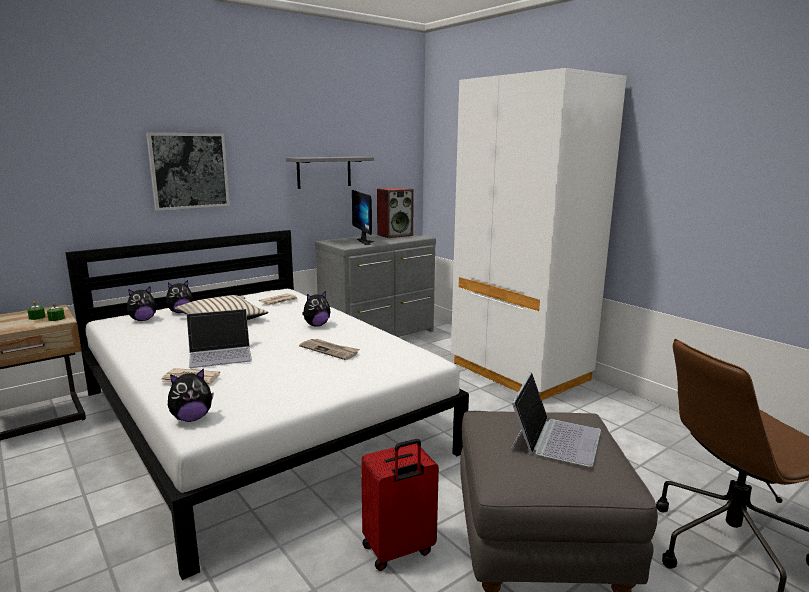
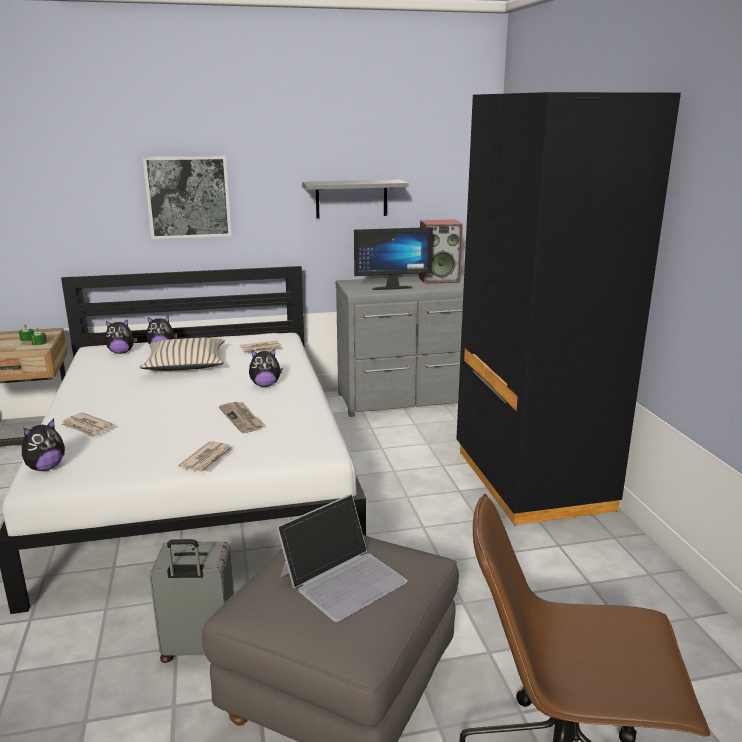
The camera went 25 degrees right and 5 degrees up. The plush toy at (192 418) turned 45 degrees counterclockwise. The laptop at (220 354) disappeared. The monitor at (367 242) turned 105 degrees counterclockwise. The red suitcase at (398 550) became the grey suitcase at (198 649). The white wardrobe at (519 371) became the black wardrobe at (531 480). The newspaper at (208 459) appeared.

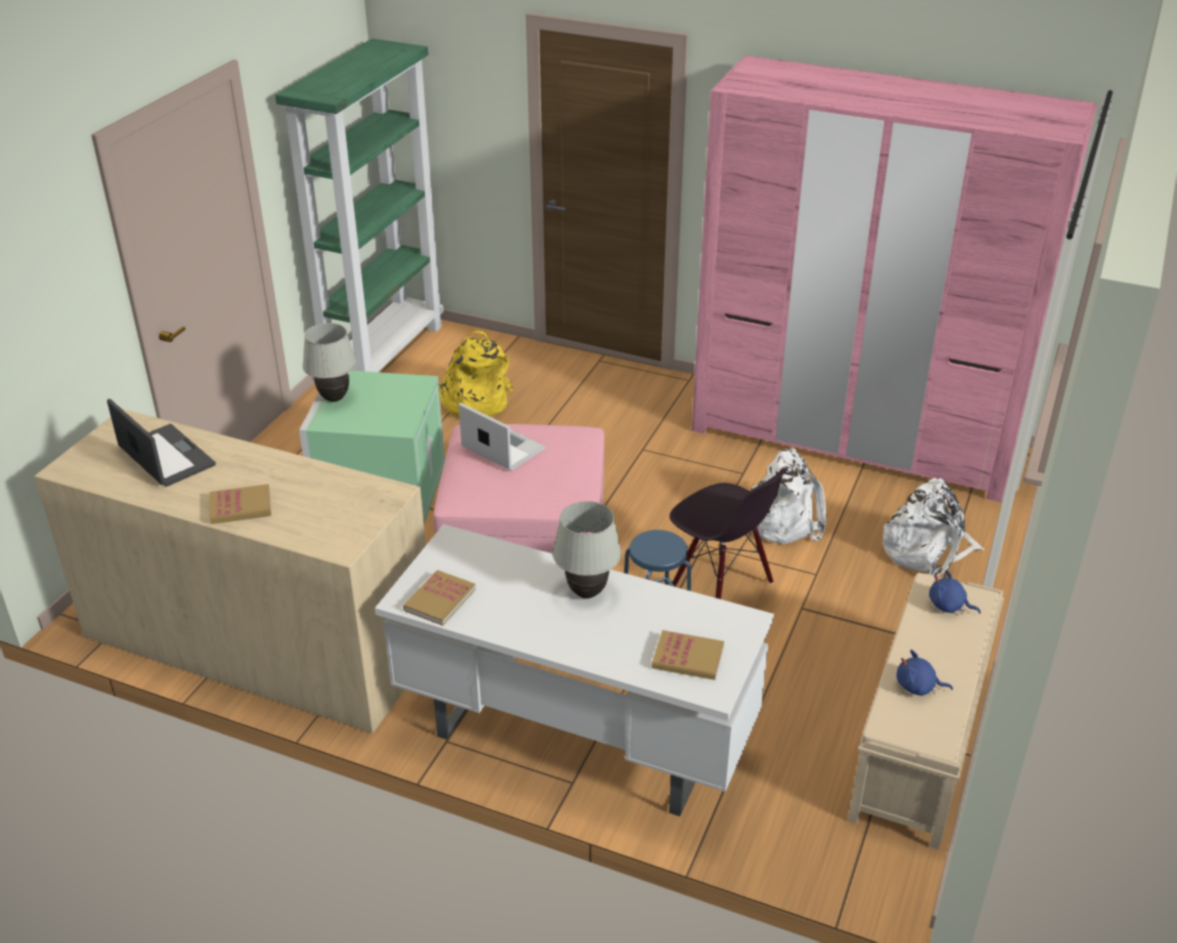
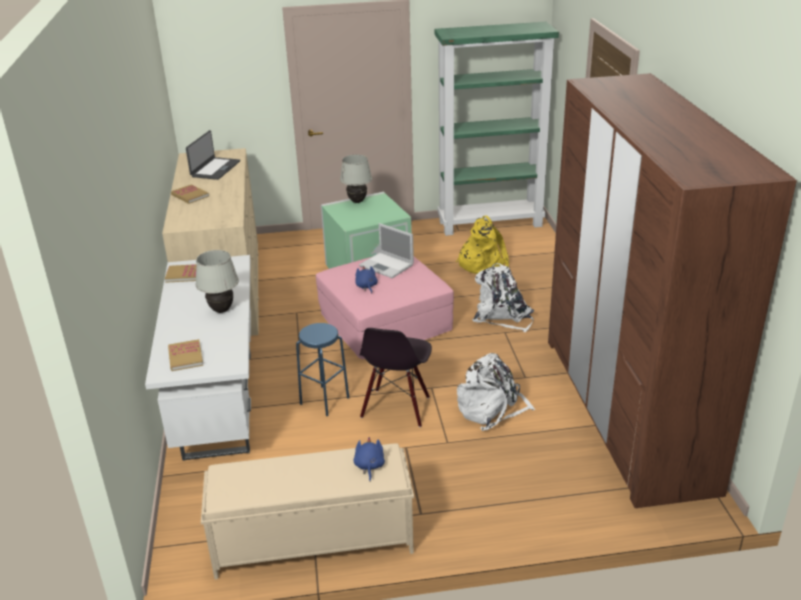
The camera went 60 degrees right and 5 degrees down. The laptop at (501 448) turned 120 degrees clockwise. The pink wardrobe at (853 439) became the brown wardrobe at (625 410). The white backpack moved from (927 551) to (502 316). The blue plush toy moved from (918 687) to (366 287).

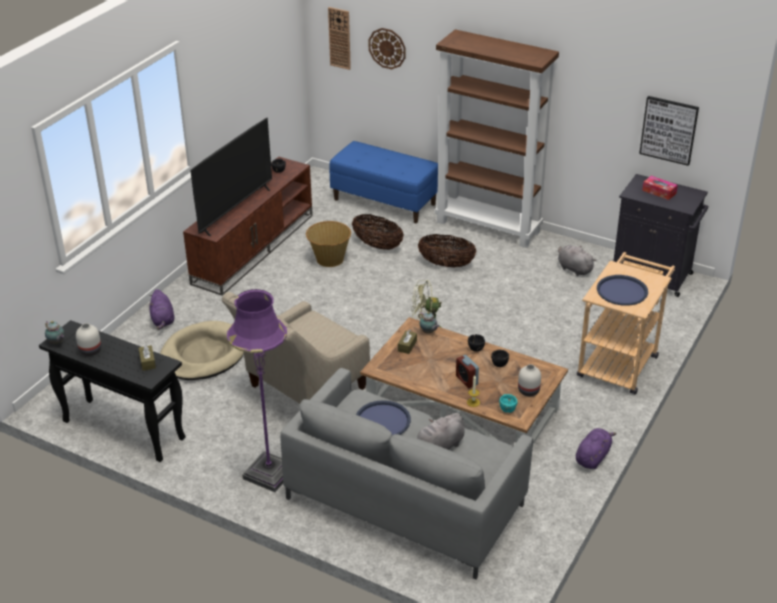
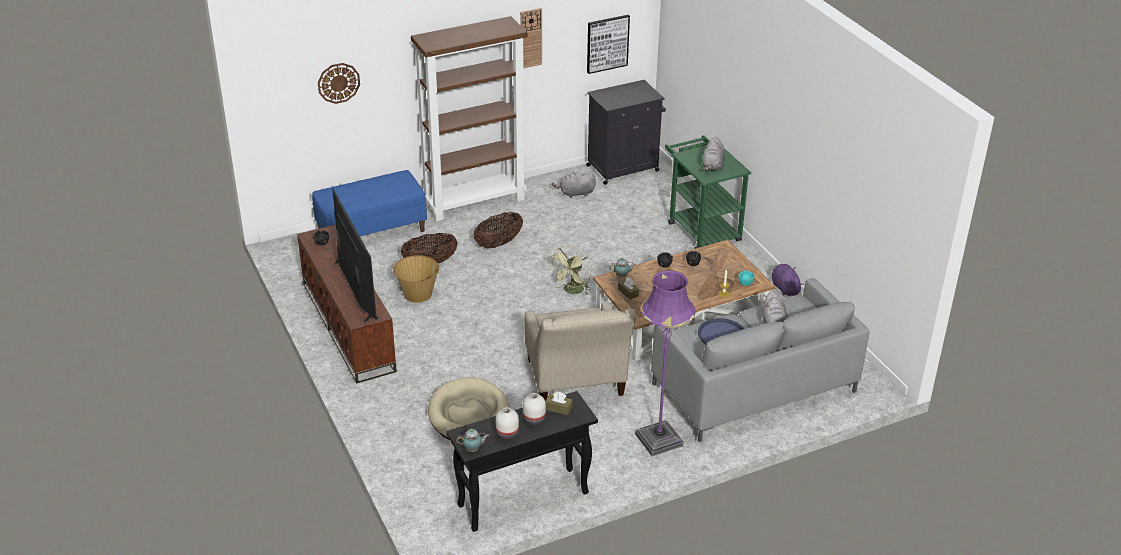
The camera went 55 degrees left and 0 degrees up. The purple plush toy at (162 320) disappeared. The wall clock moved from (339 38) to (531 38). The alarm clock at (466 380) disappeared. The white vase moved from (528 391) to (533 420). The beige cart at (620 361) became the green cart at (700 228). The blue tray at (622 291) was replaced by the grey plush toy at (712 166). The tissue box at (659 192) disappeared.

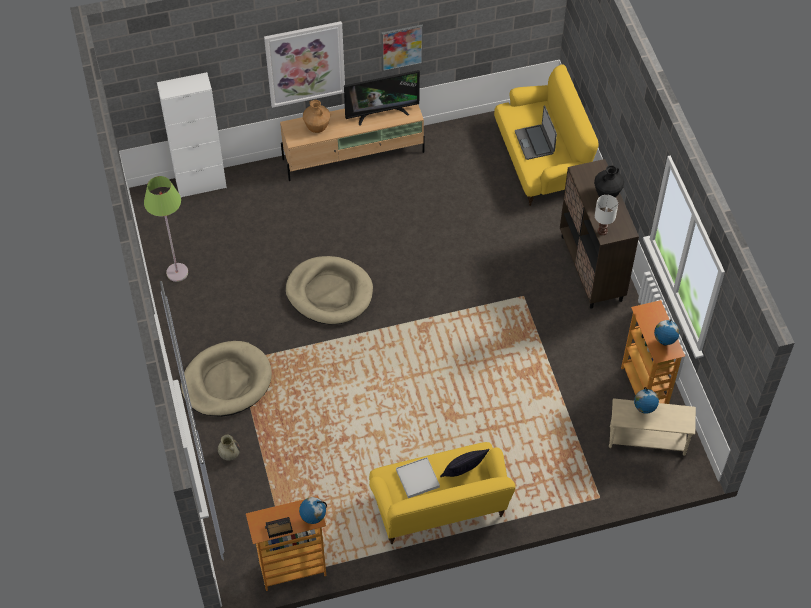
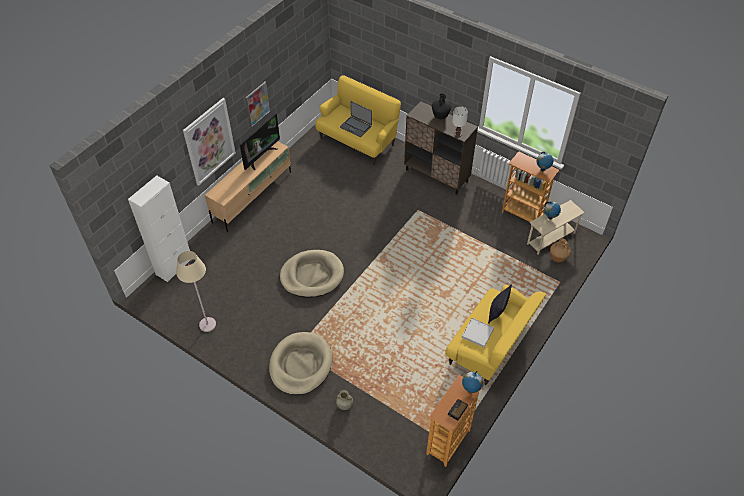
The camera went 40 degrees left and 5 degrees down. The green floor lamp at (177 272) became the beige floor lamp at (207 324). The brown vase moved from (317 128) to (557 258).

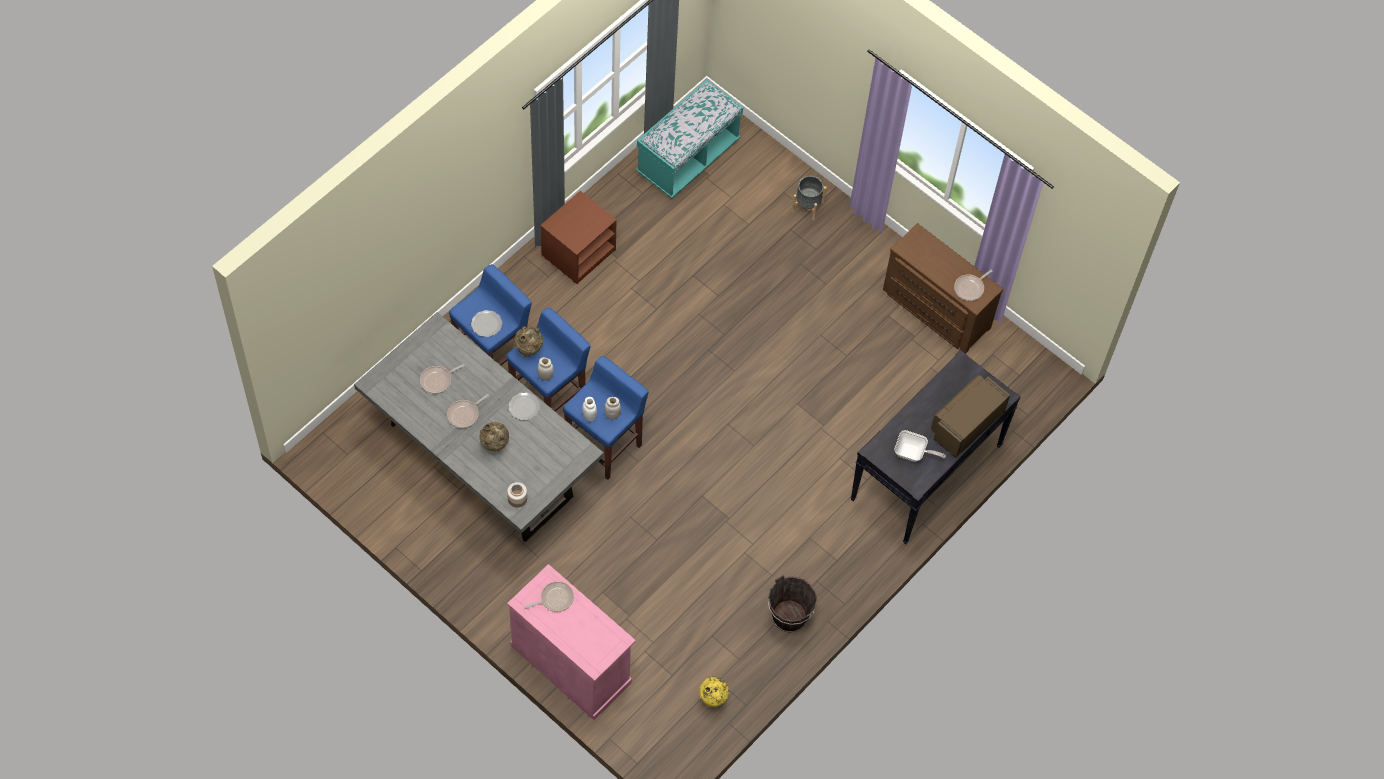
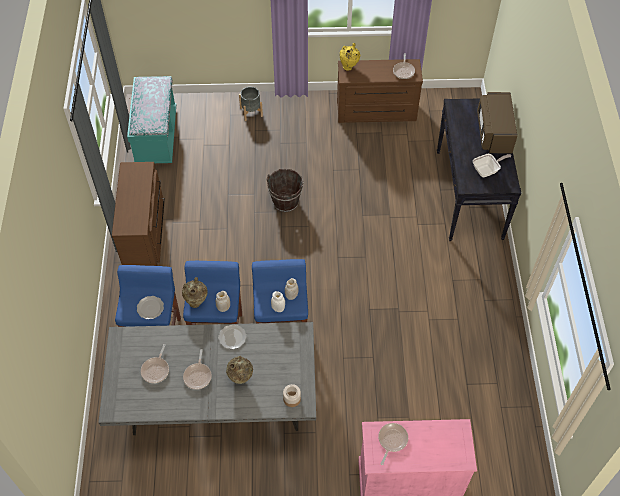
The camera went 40 degrees left and 5 degrees down. The brown nightstand at (578 252) was replaced by the brown dresser at (145 234). The yellow vase moved from (712 700) to (349 67). The brown bucket moved from (789 616) to (286 202).

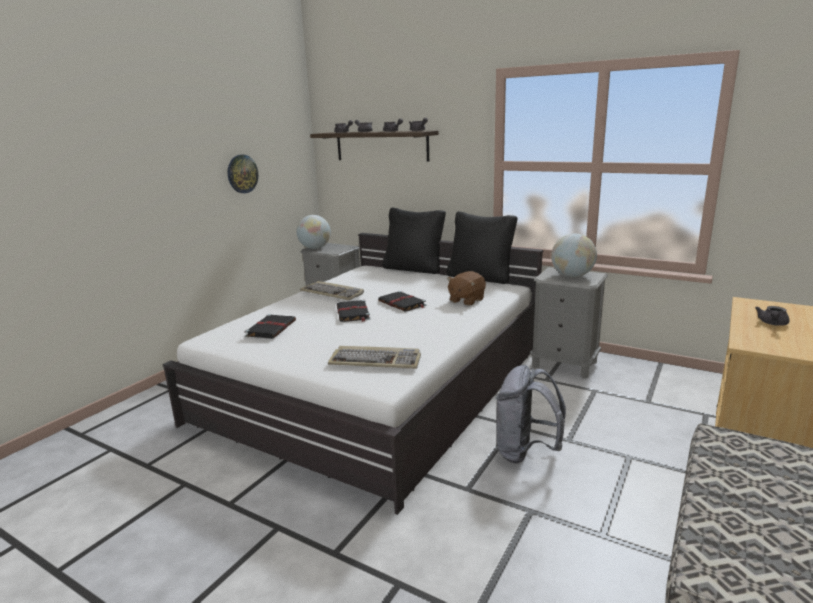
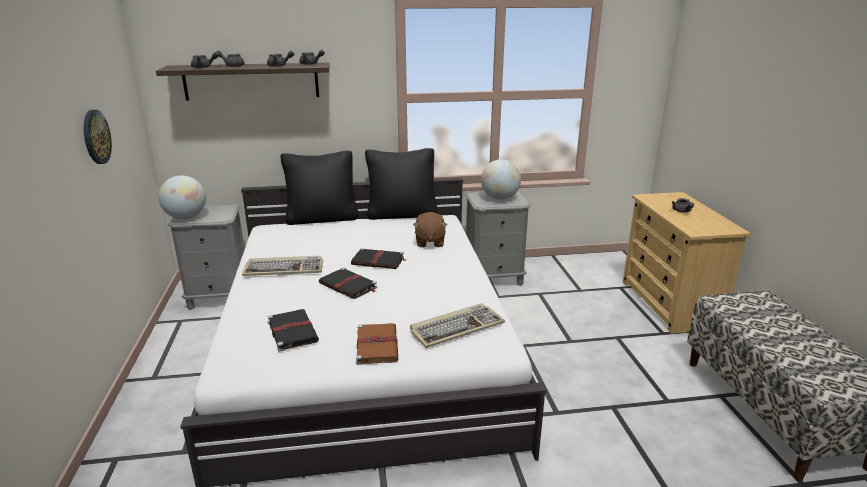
The camera went 40 degrees left and 5 degrees up. The grey backpack at (525 452) disappeared. The brown book at (376 345) appeared.

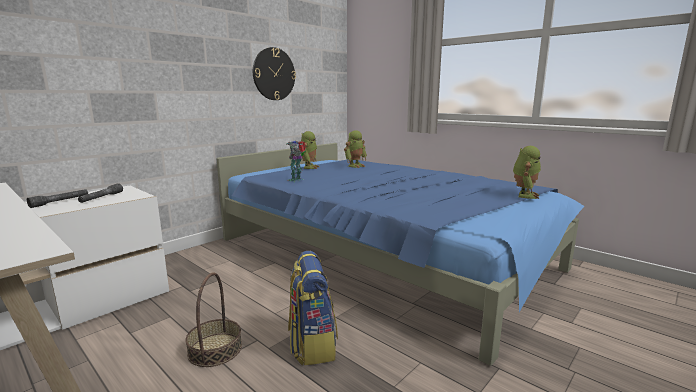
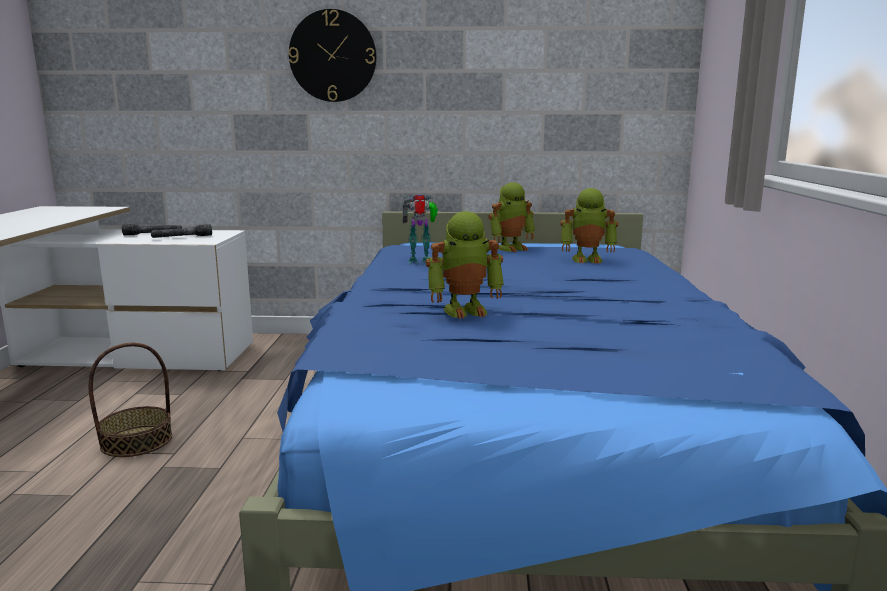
The camera went 50 degrees right and 0 degrees up. The wall clock moved from (274 74) to (333 56). The backpack at (312 344) disappeared. The toy robot moved from (524 195) to (465 310).

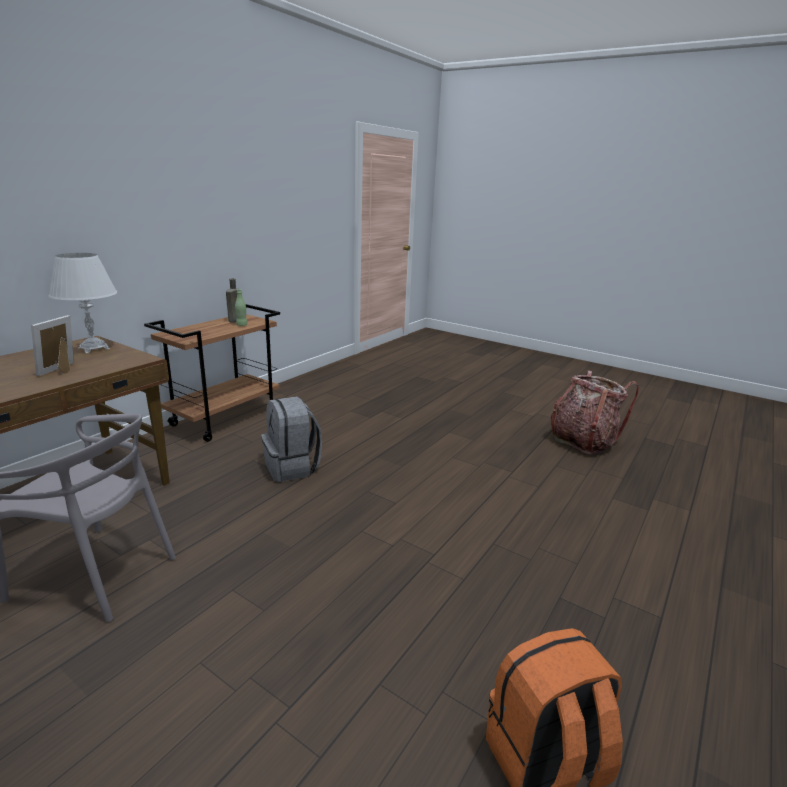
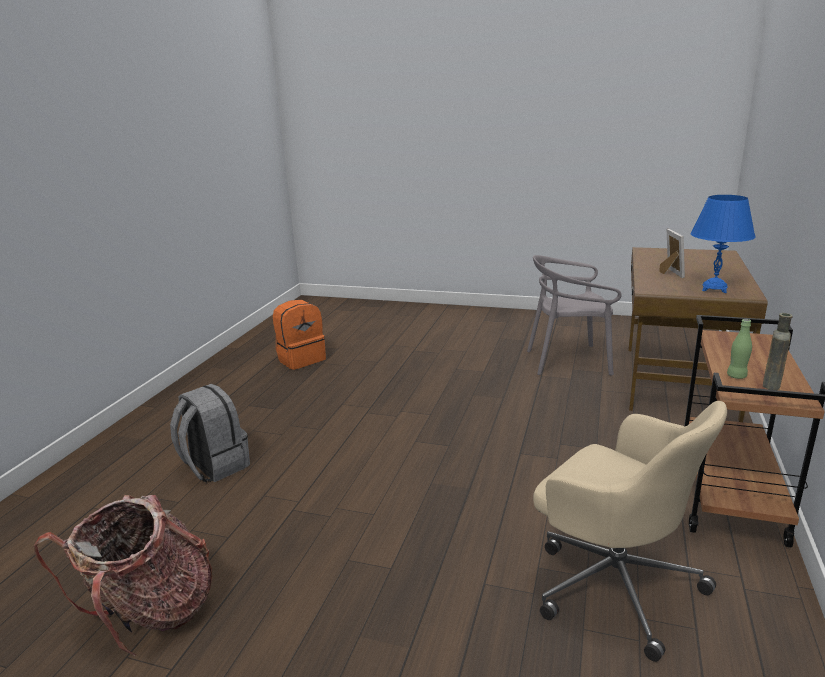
The camera went 165 degrees right and 0 degrees up. The white table lamp at (94 348) became the blue table lamp at (714 289). The grey backpack moved from (292 467) to (214 466). The beige office chair at (613 582) appeared.

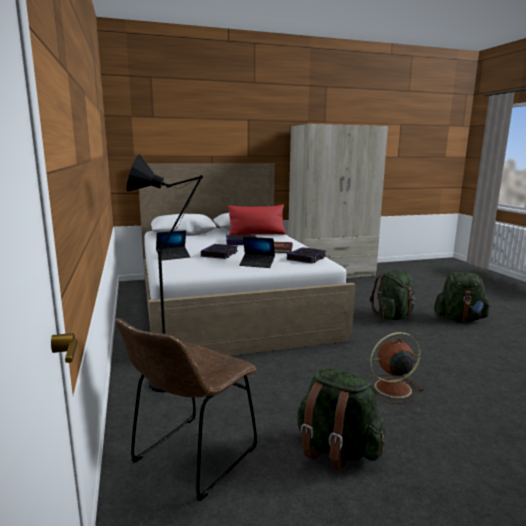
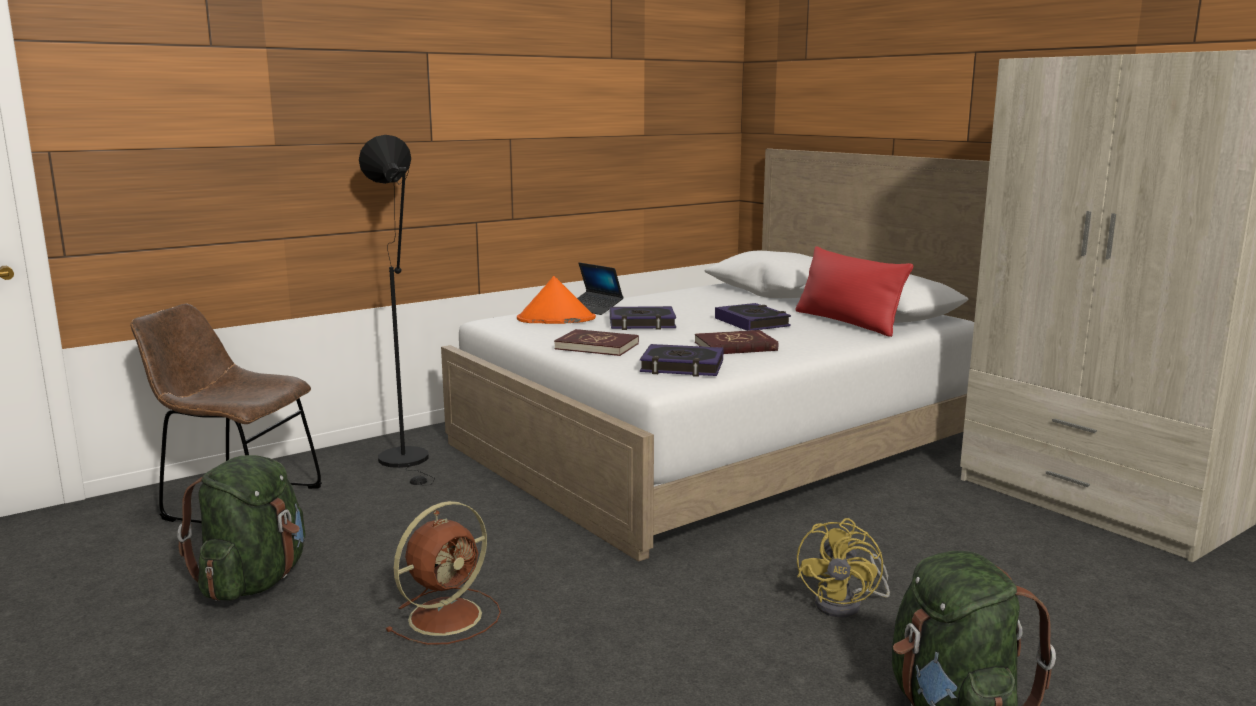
The camera went 70 degrees right and 0 degrees up. The laptop at (257 264) was replaced by the red book at (597 346). The brown fan at (391 388) turned 75 degrees clockwise. The green backpack at (393 316) was replaced by the yellow fan at (846 604). The orange hat at (555 319) appeared.

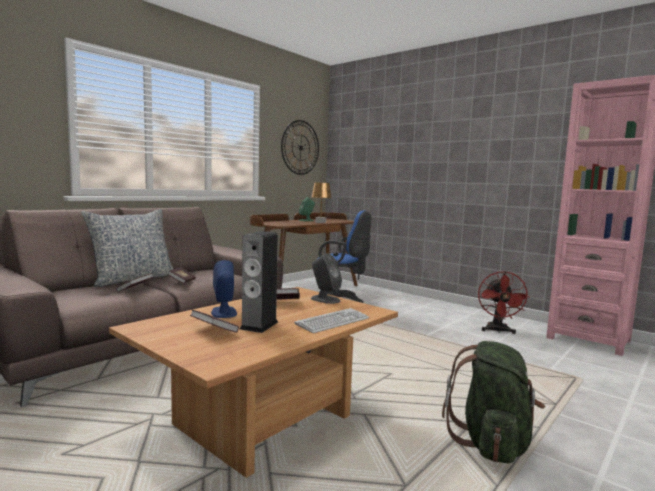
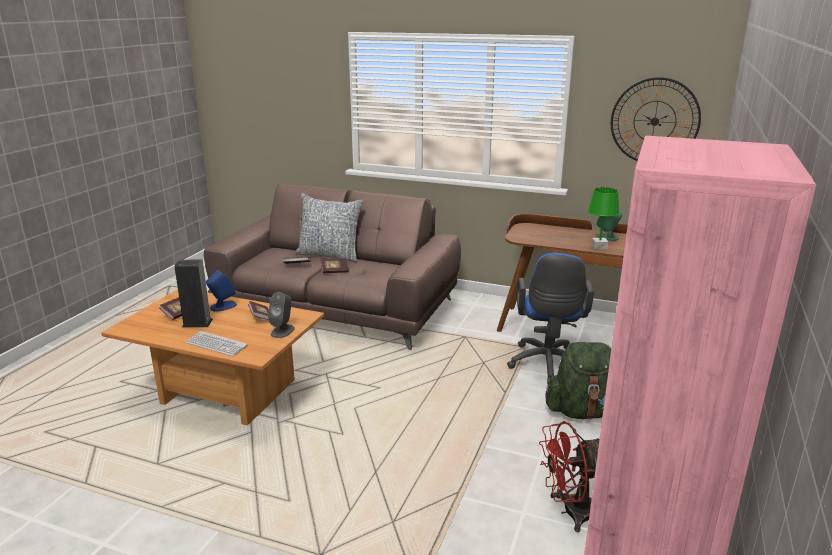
The camera went 70 degrees right and 15 degrees up. The brown table lamp at (320 222) became the green table lamp at (599 247). The green backpack moved from (491 443) to (583 411).

